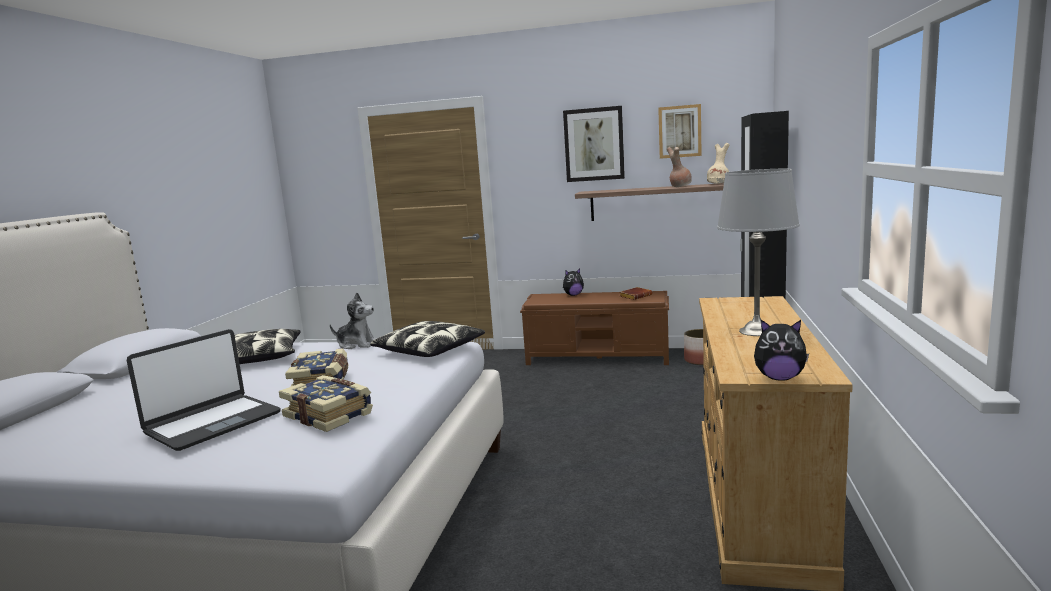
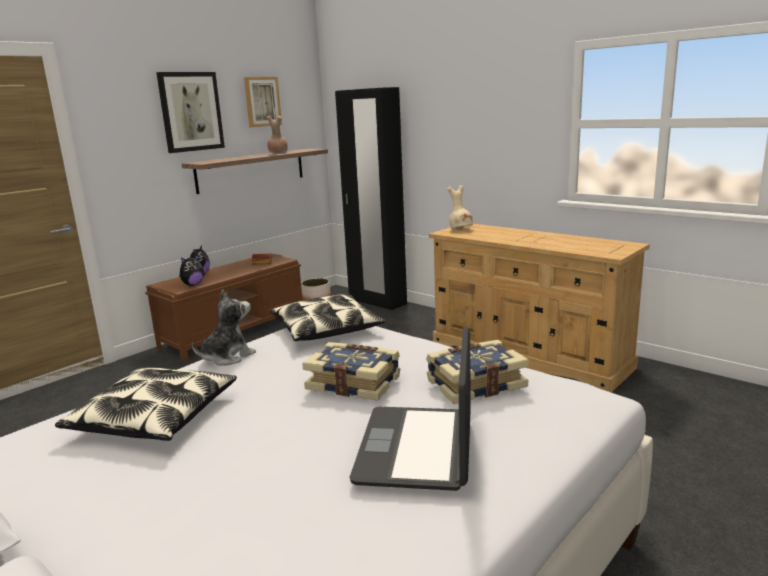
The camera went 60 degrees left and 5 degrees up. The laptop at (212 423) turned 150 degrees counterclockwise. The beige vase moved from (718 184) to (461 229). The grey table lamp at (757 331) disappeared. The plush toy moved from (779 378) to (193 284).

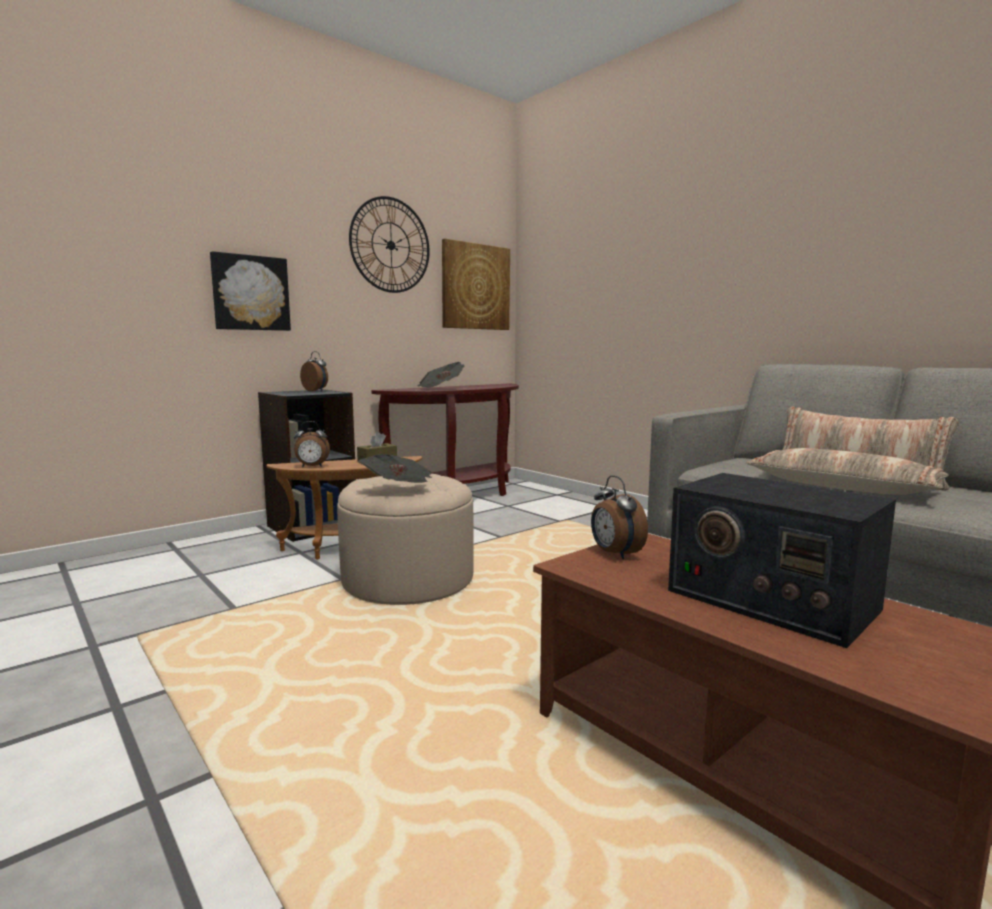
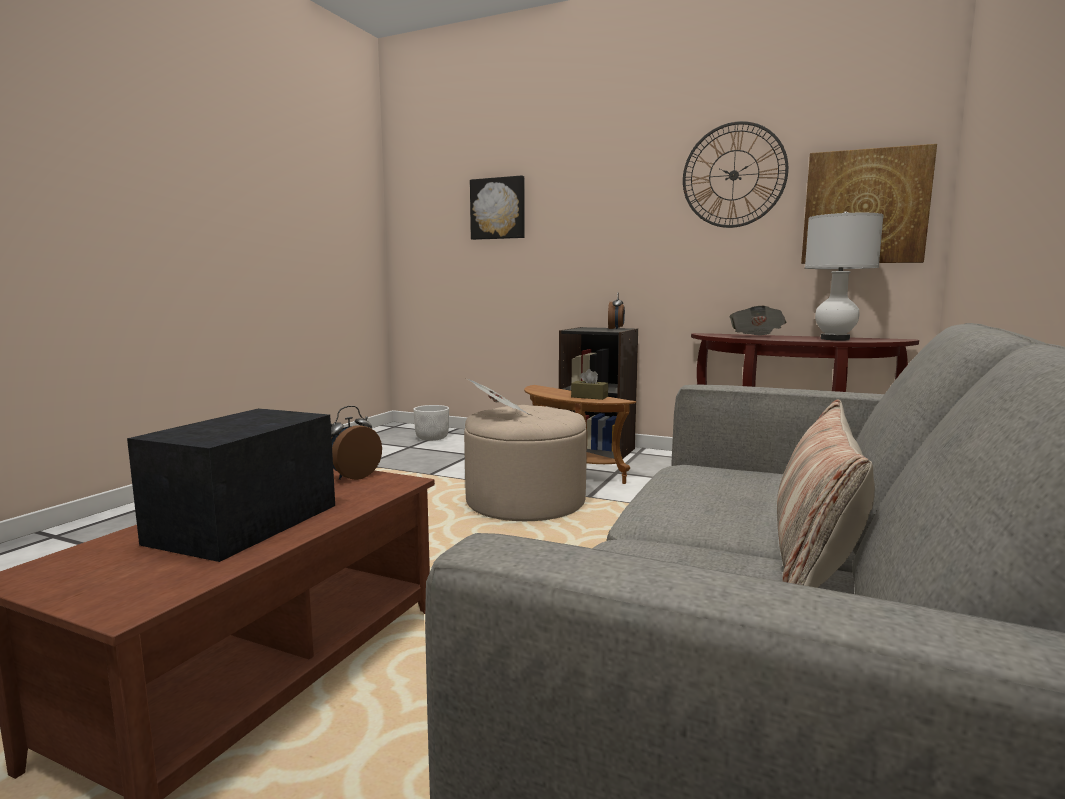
The camera went 65 degrees right and 0 degrees up. The picture moved from (250 293) to (498 208). The alarm clock at (312 467) disappeared. The pillow at (841 487) disappeared. The white planter at (432 438) appeared. The white table lamp at (834 339) appeared.

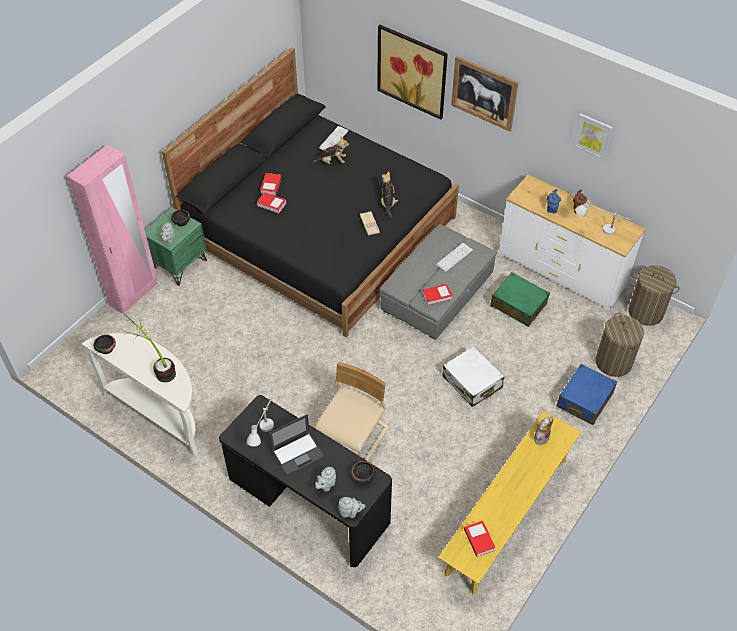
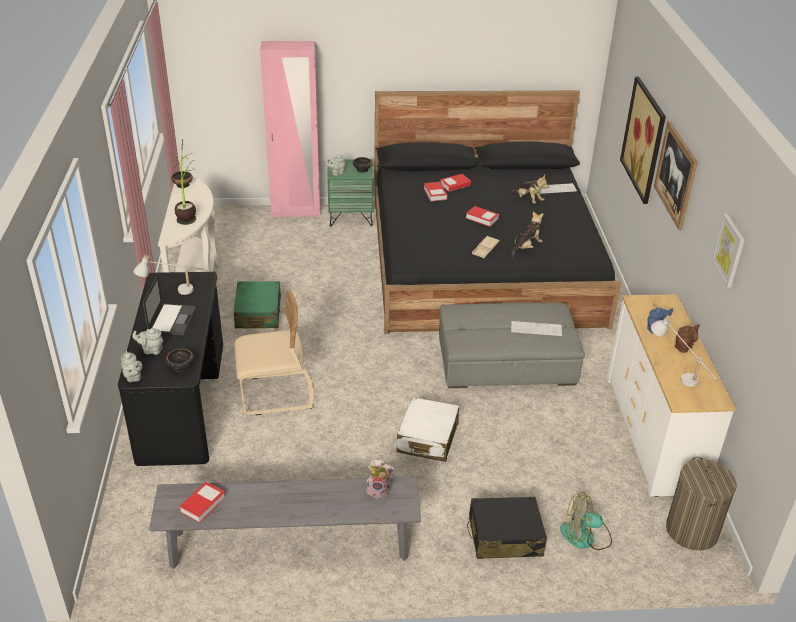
The camera went 50 degrees right and 15 degrees down. The laptop at (298 453) turned 105 degrees counterclockwise. The book moved from (437 296) to (482 218). The yellow bench at (507 515) became the grey bench at (290 546). The green suitcase moved from (518 305) to (258 313). The blue suitcase at (584 400) became the black suitcase at (504 536). The laundry basket at (613 362) was replaced by the fan at (585 536).

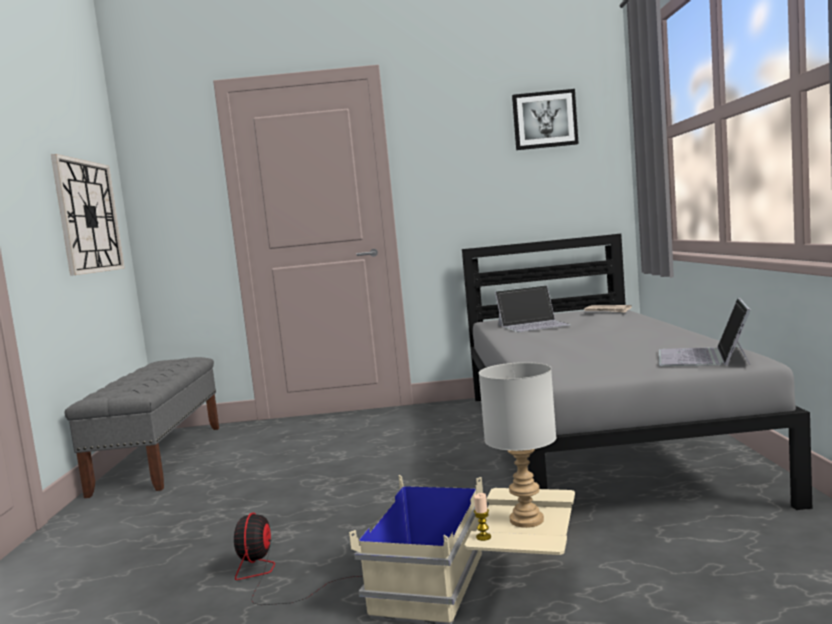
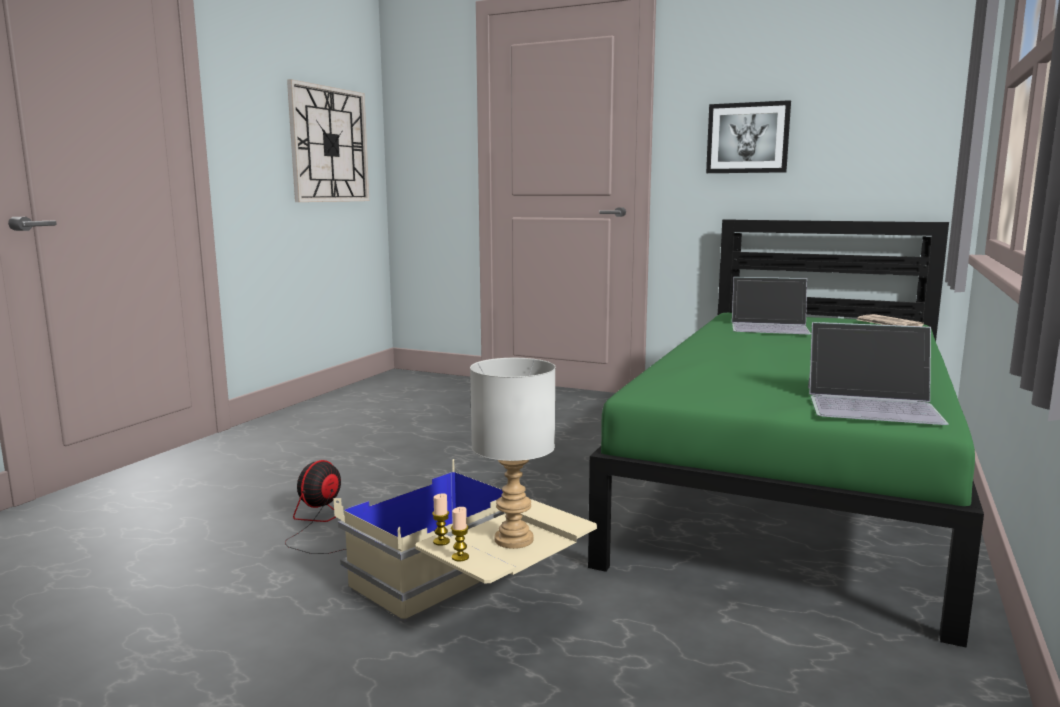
The camera went 25 degrees right and 5 degrees up. The grey bench at (160 458) disappeared. The grey bed at (596 438) became the green bed at (795 483). The picture moved from (544 120) to (748 138). The laptop at (703 357) turned 120 degrees counterclockwise. The candle at (460 557) appeared.

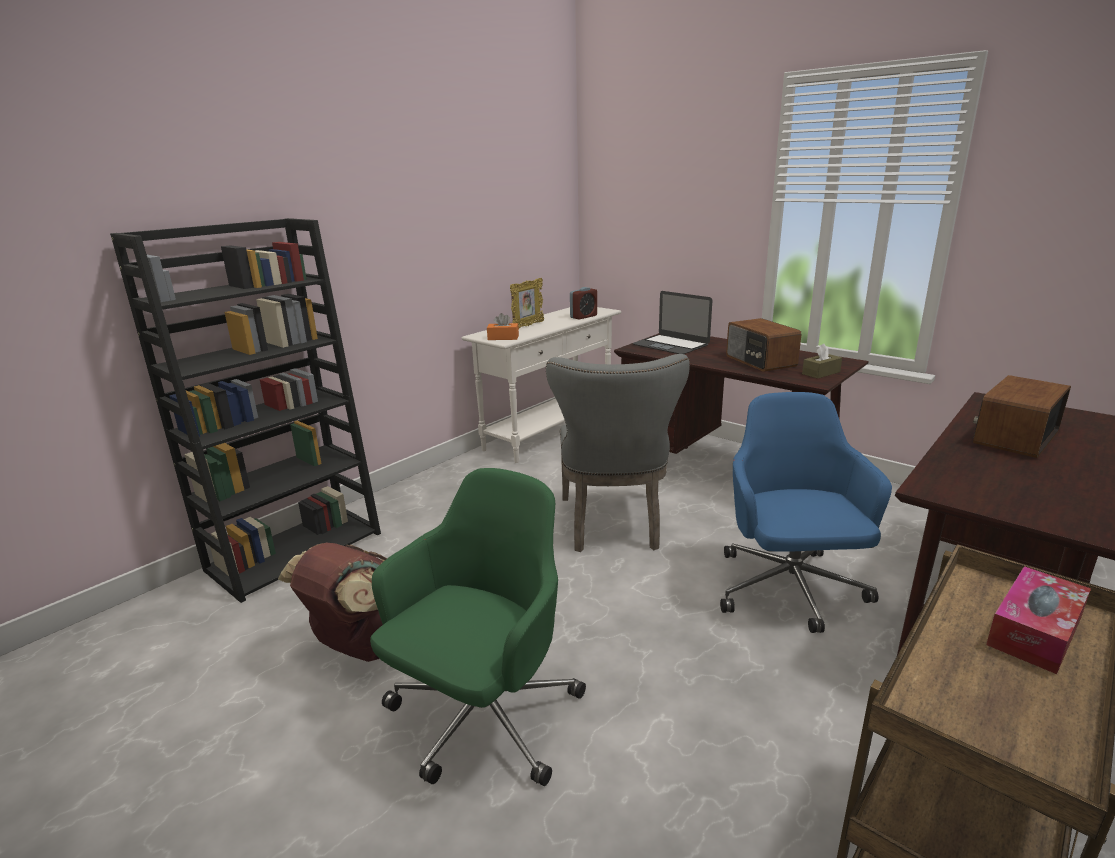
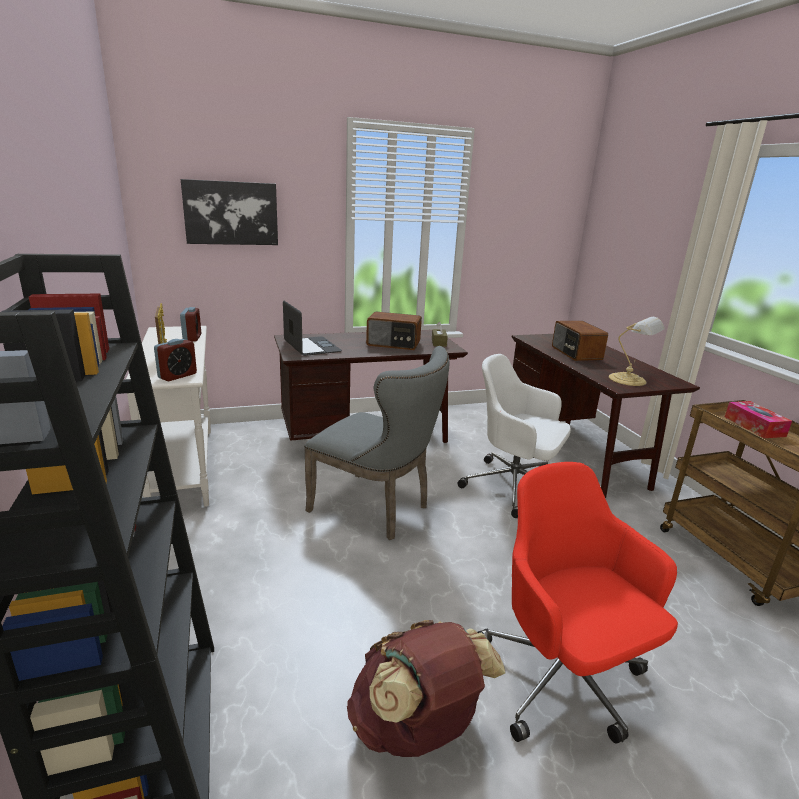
The camera went 60 degrees left and 0 degrees up. The green office chair at (482 719) became the red office chair at (562 679). The orange tissue box at (503 338) was replaced by the alarm clock at (177 376). The laptop at (670 345) turned 105 degrees counterclockwise. The blue office chair at (789 590) became the white office chair at (513 487). The picture at (231 213) appeared. The table lamp at (629 380) appeared.

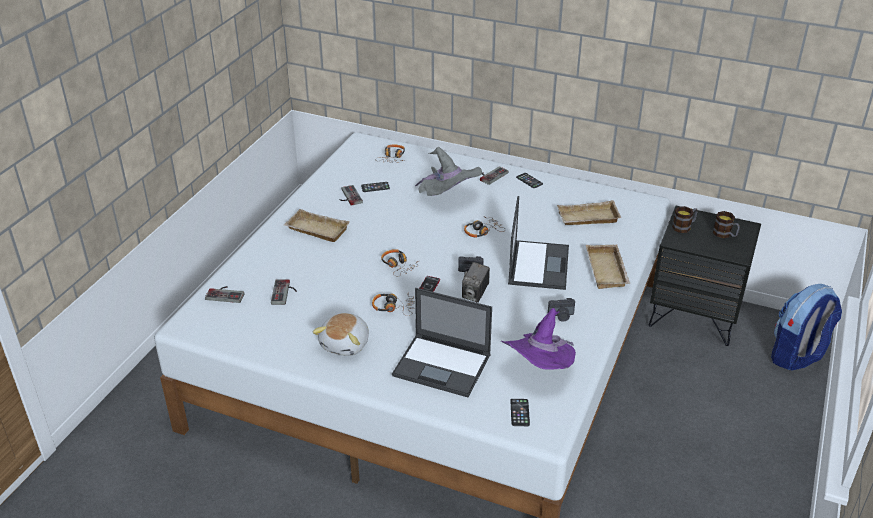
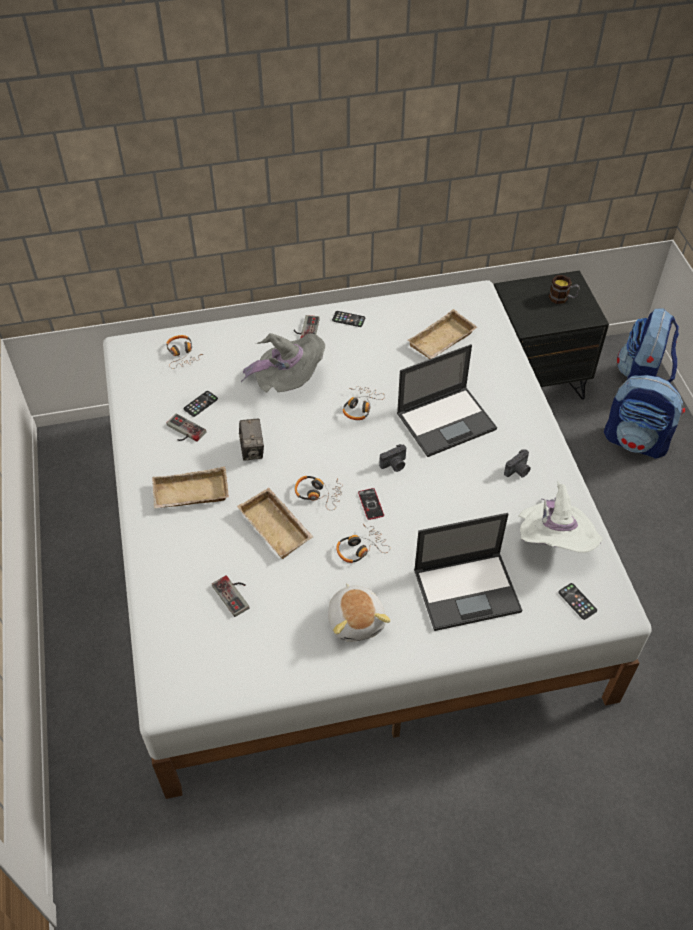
The camera went 35 degrees left and 15 degrees up. The game controller at (226 294) disappeared. The photo camera moved from (475 294) to (252 450). The purple hat at (540 369) became the white hat at (553 542). The laptop at (538 265) turned 90 degrees clockwise. The beige tray moved from (608 271) to (277 527). The mug at (684 226) disappeared. The backpack at (636 441) appeared.

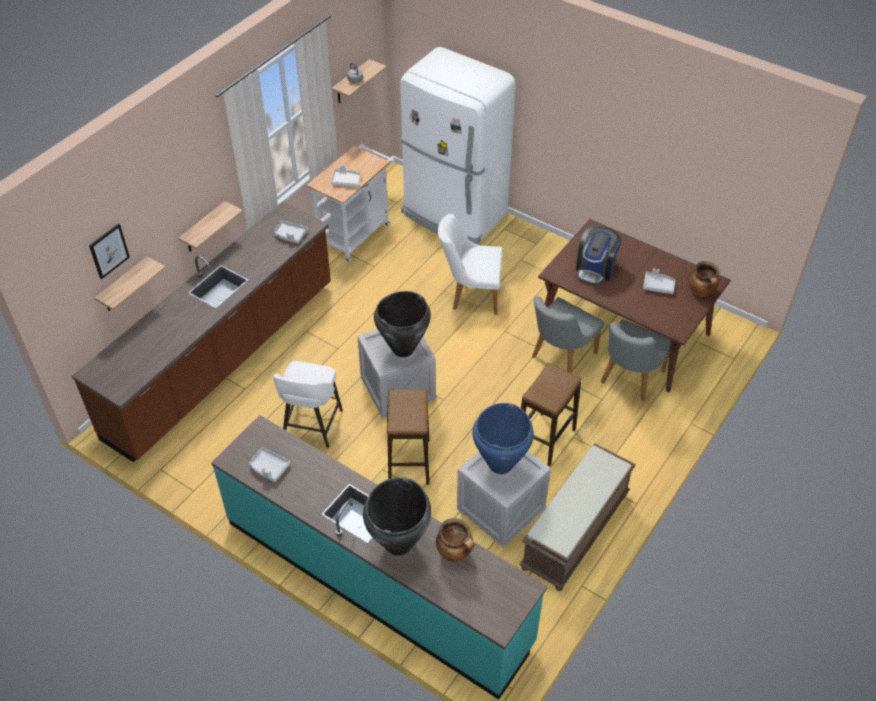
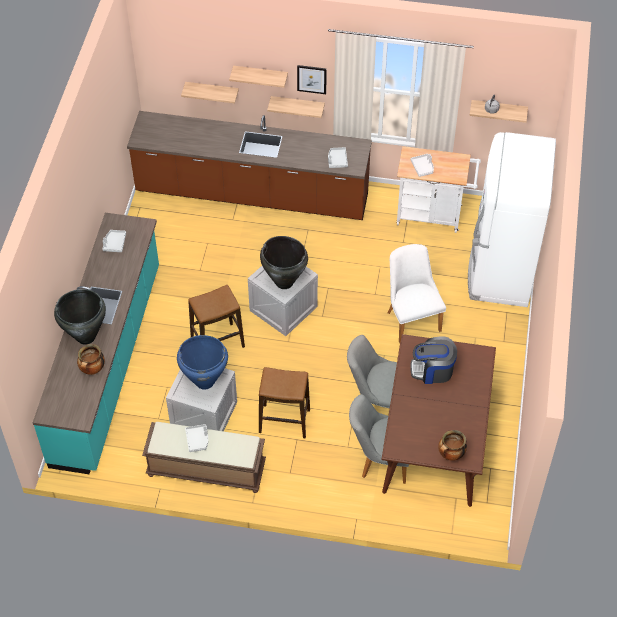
The camera went 65 degrees right and 5 degrees up. The picture moved from (109 251) to (311 79). The white stool at (311 426) disappeared. The grey tray moved from (658 286) to (197 440). The shelf at (260 76) appeared.

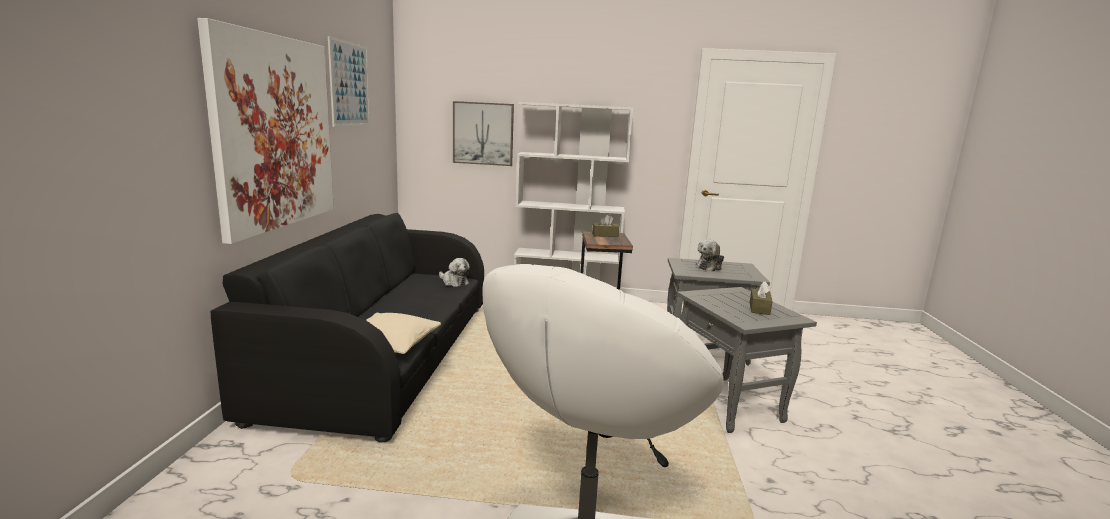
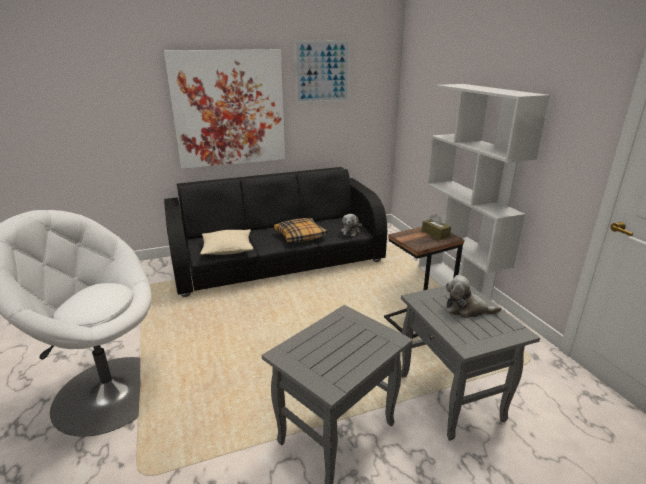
The camera went 65 degrees right and 10 degrees up. The picture at (483 133) disappeared. The brown tissue box at (759 308) disappeared. The pillow at (300 236) appeared.

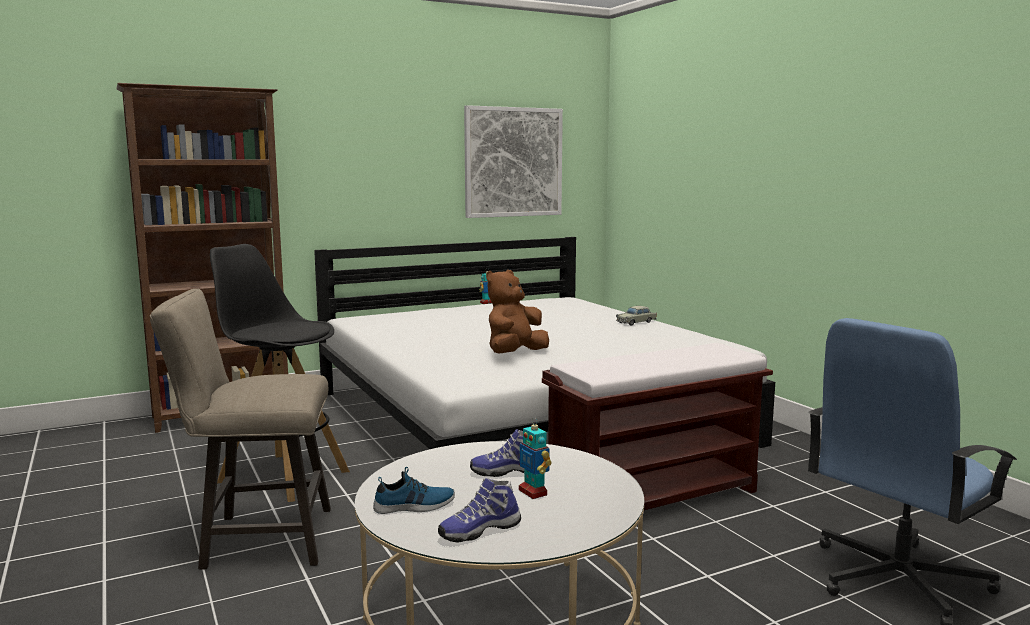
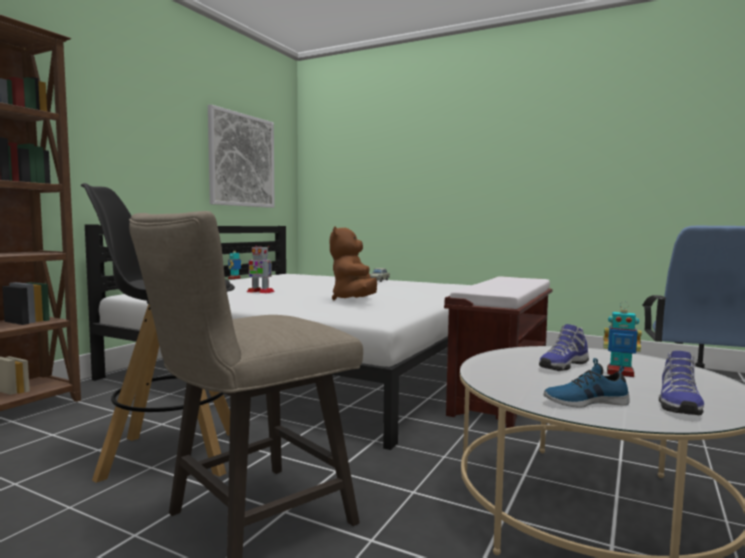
The camera went 35 degrees left and 5 degrees down. The shoe at (414 506) turned 135 degrees counterclockwise. The toy robot at (260 292) appeared.

